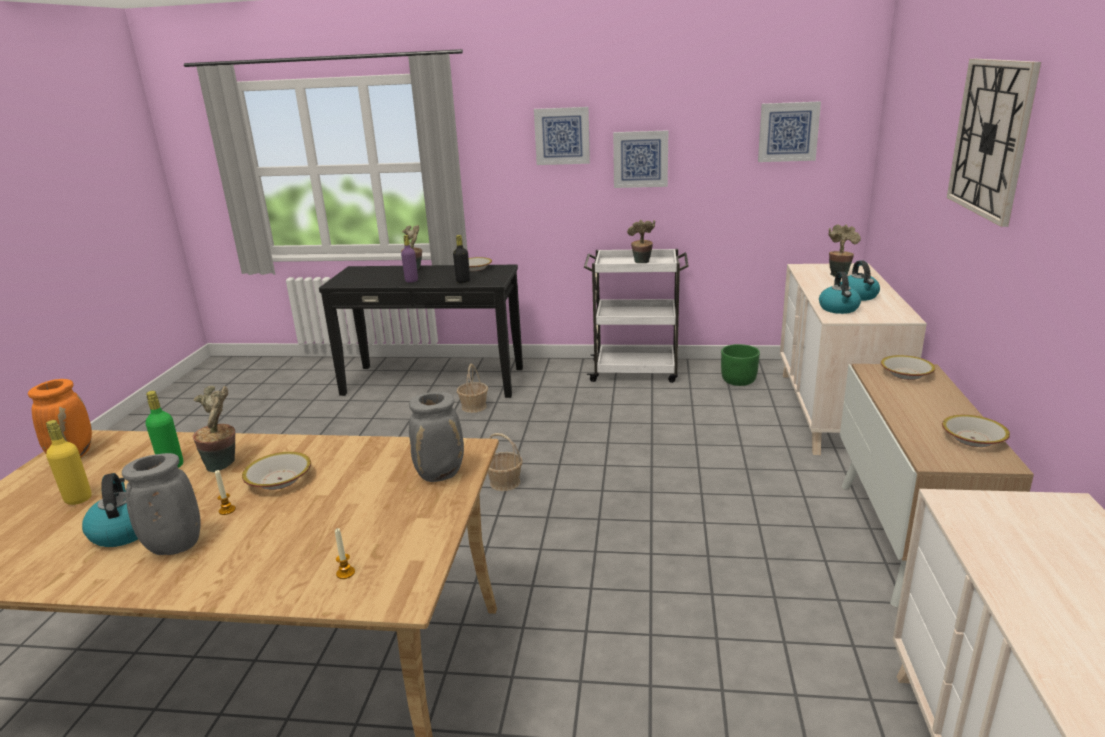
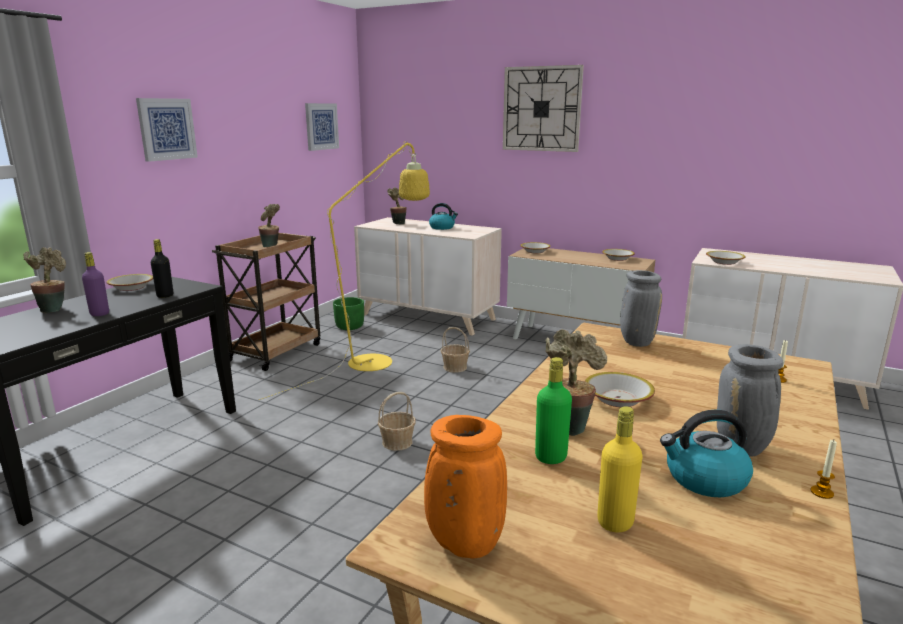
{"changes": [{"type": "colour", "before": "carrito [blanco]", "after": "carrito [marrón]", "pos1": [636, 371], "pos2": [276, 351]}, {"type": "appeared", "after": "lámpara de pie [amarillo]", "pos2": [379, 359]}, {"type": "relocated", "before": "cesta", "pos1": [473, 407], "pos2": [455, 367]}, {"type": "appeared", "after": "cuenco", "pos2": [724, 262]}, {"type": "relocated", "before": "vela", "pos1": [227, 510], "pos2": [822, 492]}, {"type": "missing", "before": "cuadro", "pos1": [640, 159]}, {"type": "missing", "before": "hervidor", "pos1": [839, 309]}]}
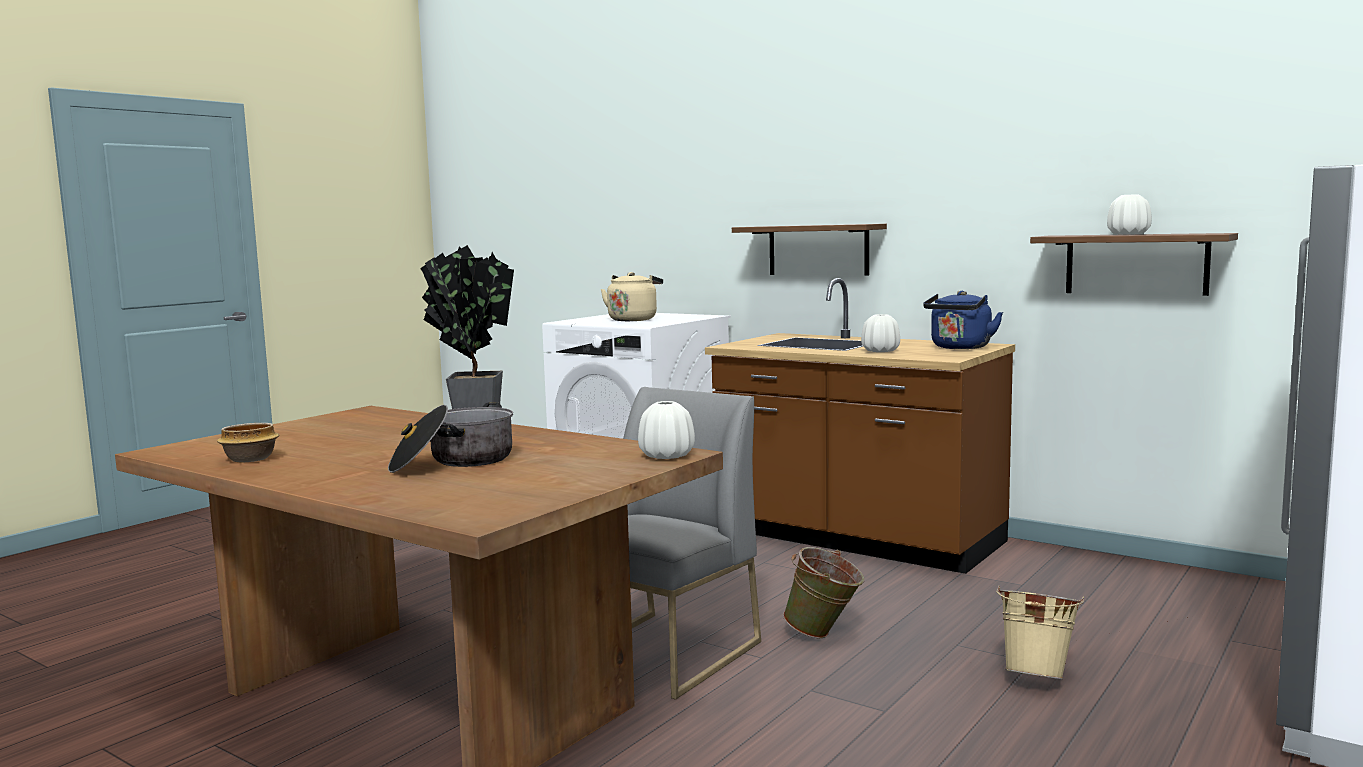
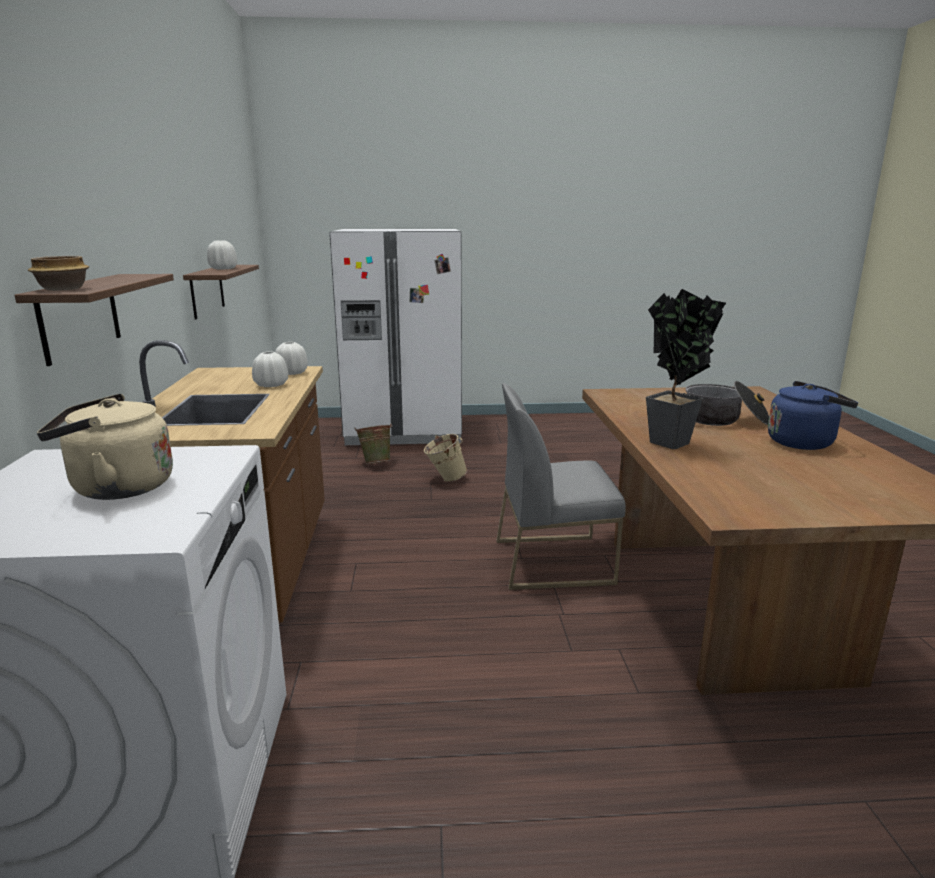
{"changes": [{"type": "relocated", "before": "cuenco", "pos1": [249, 459], "pos2": [64, 289]}, {"type": "relocated", "before": "florero [blanco]", "pos1": [666, 456], "pos2": [292, 373]}, {"type": "relocated", "before": "cubo [verde]", "pos1": [824, 634], "pos2": [376, 463]}, {"type": "relocated", "before": "hervidor [azul]", "pos1": [960, 348], "pos2": [803, 442]}]}
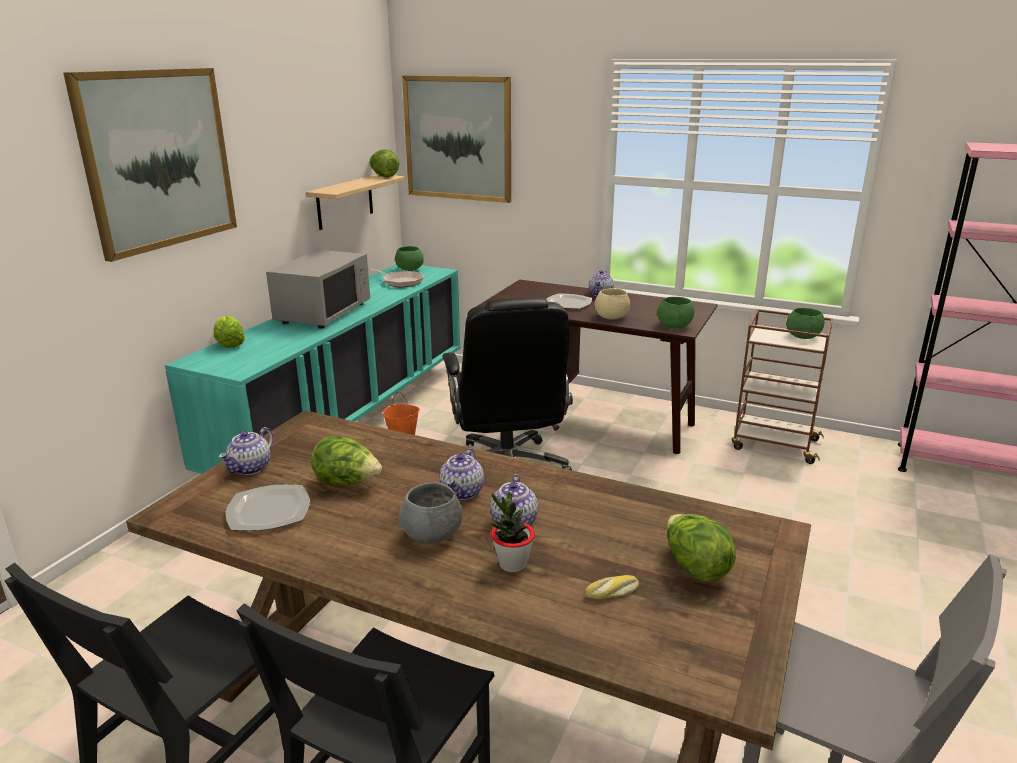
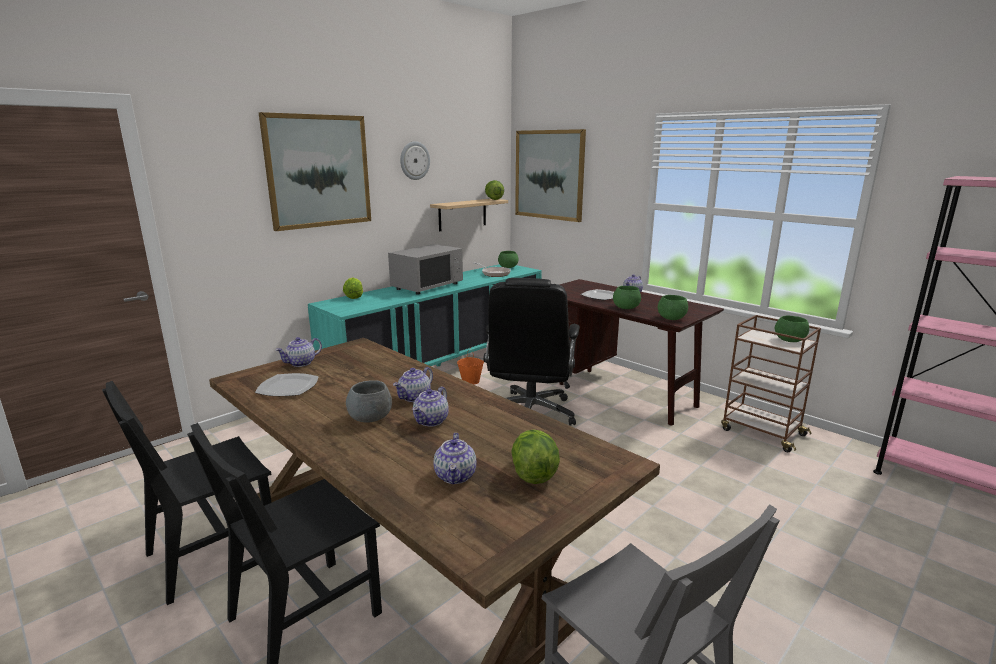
{"changes": [{"type": "appeared", "after": "reloj de pared", "pos2": [414, 160]}, {"type": "exchanged", "before": "pan", "after": "tetera", "pos1": [612, 593], "pos2": [456, 476]}, {"type": "colour", "before": "cuenco [beis]", "after": "cuenco [verde]", "pos1": [612, 317], "pos2": [626, 308]}, {"type": "missing", "before": "lechuga", "pos1": [347, 483]}, {"type": "missing", "before": "planta en maceta", "pos1": [512, 564]}]}
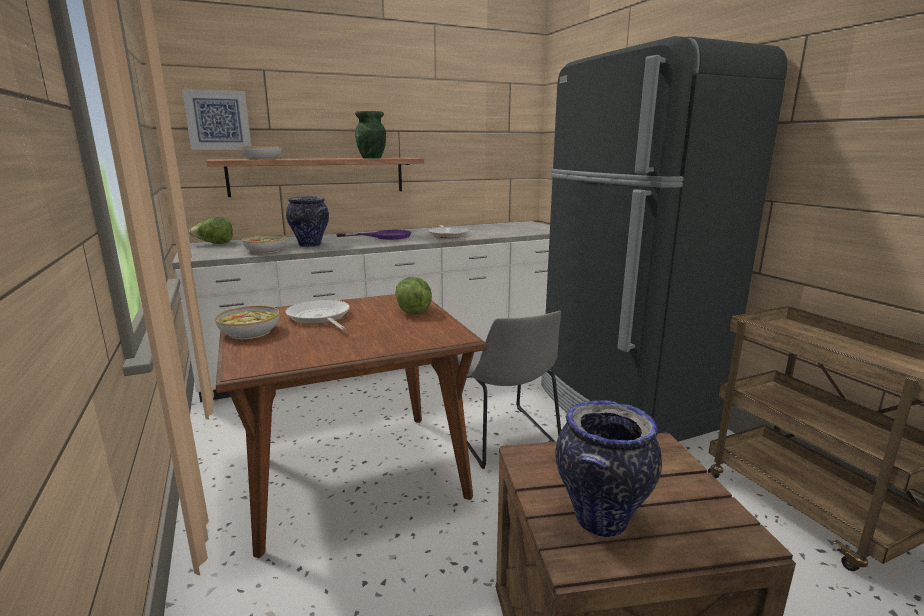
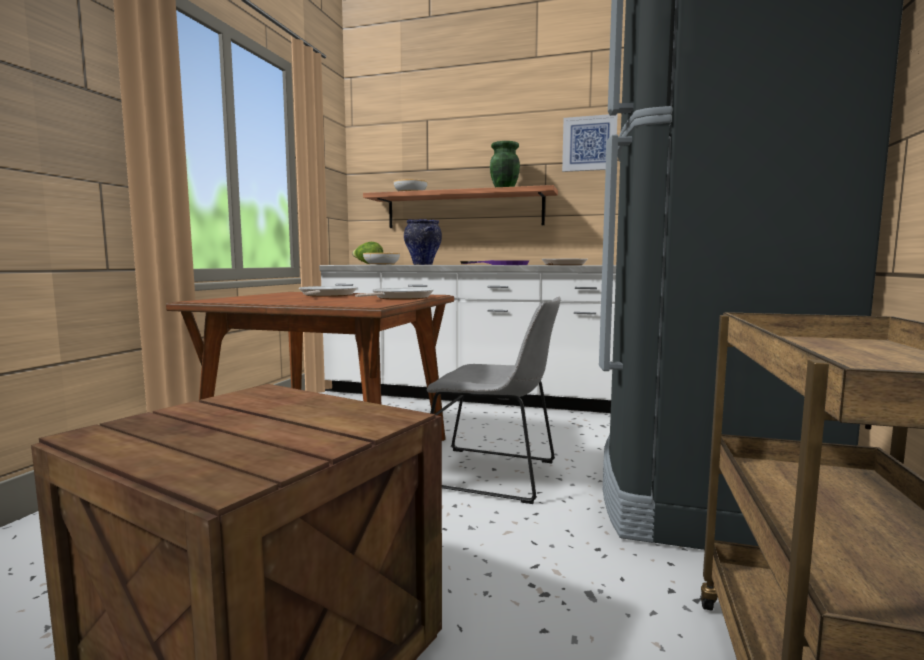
{"changes": [{"type": "exchanged", "before": "lechuga", "after": "sartén", "pos1": [413, 311], "pos2": [399, 298]}, {"type": "spun", "before": "silla [gris]", "pos1": [504, 438], "pos2": [495, 474], "turn": -90}, {"type": "relocated", "before": "cuadro", "pos1": [218, 120], "pos2": [589, 143]}, {"type": "missing", "before": "cuenco", "pos1": [250, 332]}, {"type": "missing", "before": "florero", "pos1": [601, 519]}]}
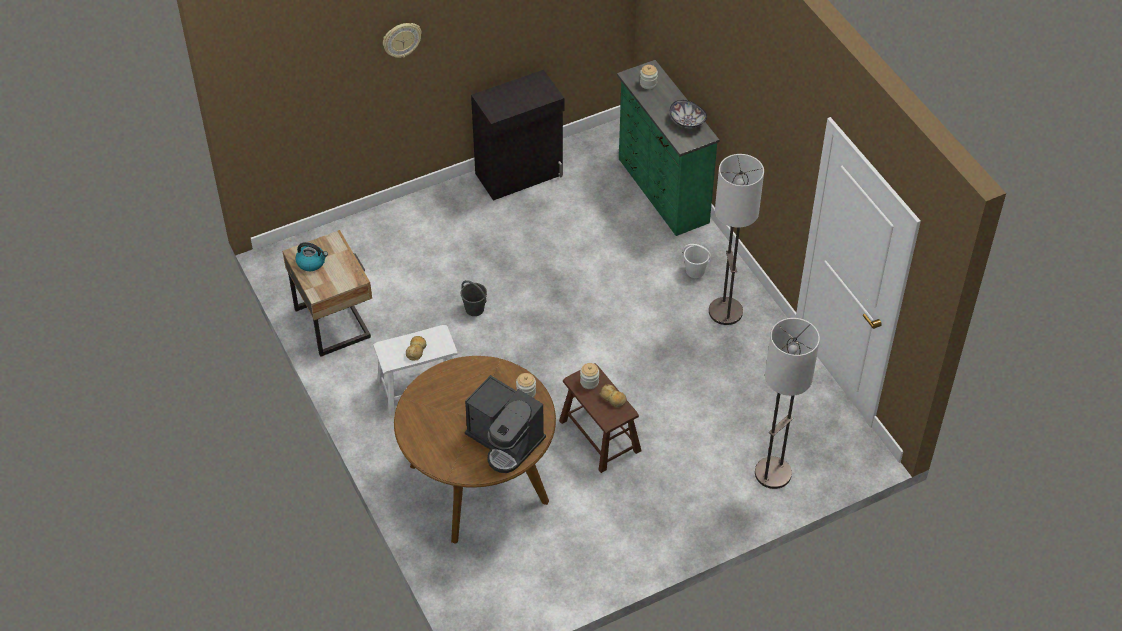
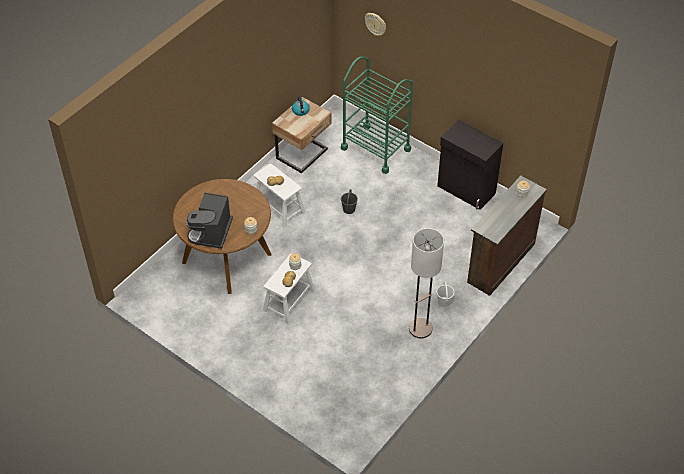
{"changes": [{"type": "colour", "before": "taburete [marrón]", "after": "taburete [blanco]", "pos1": [600, 435], "pos2": [289, 300]}, {"type": "appeared", "after": "carrito [verde]", "pos2": [376, 149]}, {"type": "relocated", "before": "reloj de pared", "pos1": [401, 39], "pos2": [375, 24]}, {"type": "colour", "before": "cómoda [verde]", "after": "cómoda [marrón]", "pos1": [662, 191], "pos2": [500, 262]}, {"type": "missing", "before": "cuenco", "pos1": [687, 122]}, {"type": "missing", "before": "lámpara de pie", "pos1": [773, 473]}]}
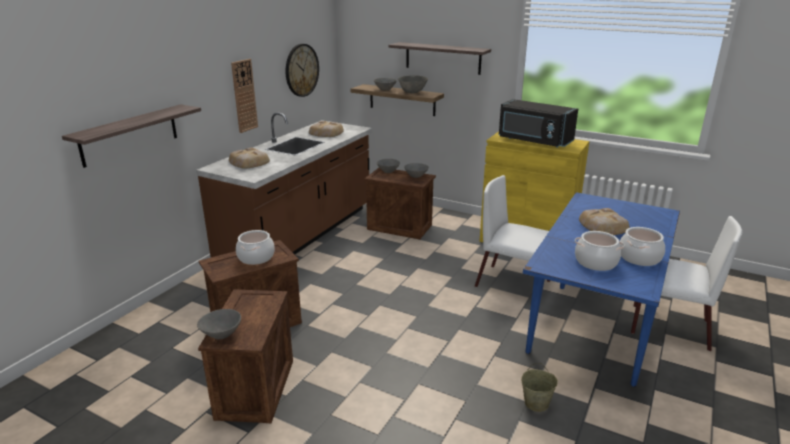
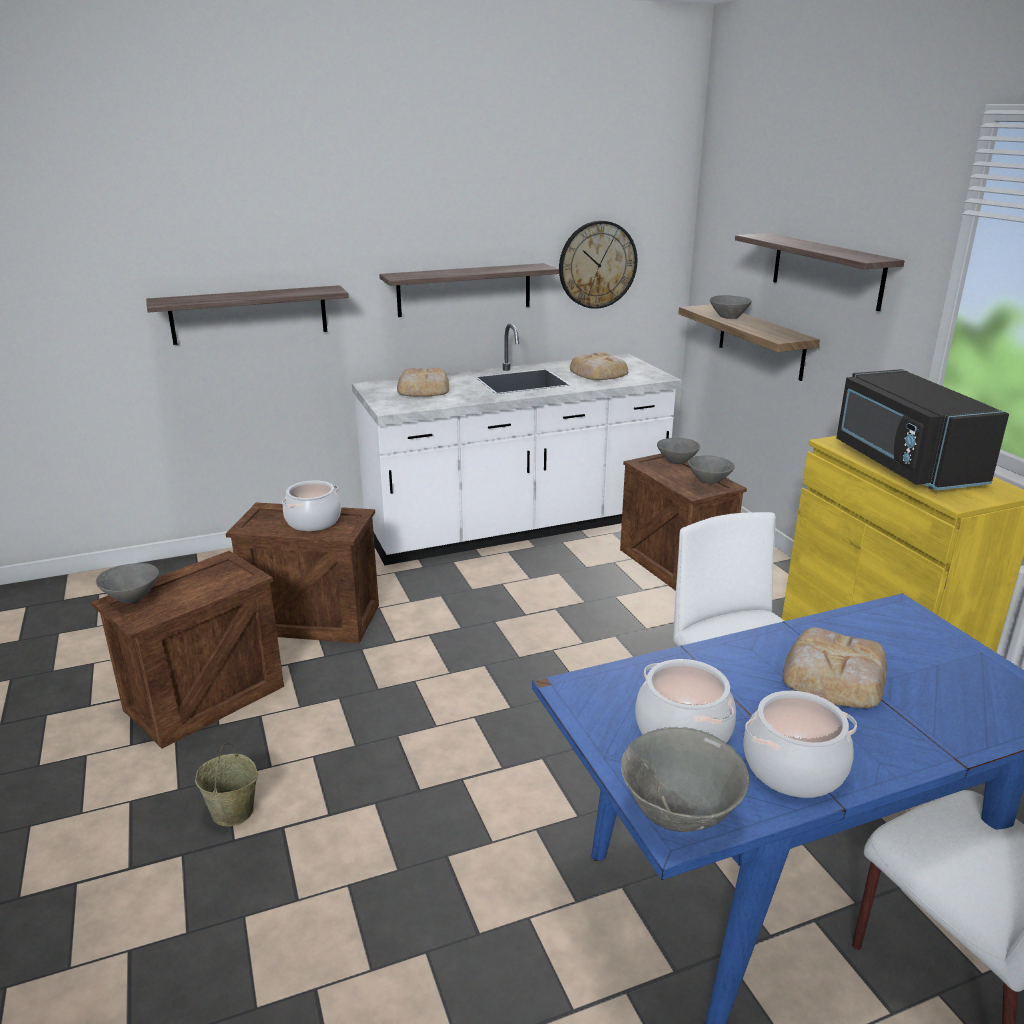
{"changes": [{"type": "relocated", "before": "cubo [beis]", "pos1": [537, 403], "pos2": [233, 812]}, {"type": "colour", "before": "mueble bajo de cocina [marrón]", "after": "mueble bajo de cocina [blanco]", "pos1": [300, 236], "pos2": [517, 527]}, {"type": "exchanged", "before": "reloj de pared", "after": "estante", "pos1": [244, 96], "pos2": [464, 290]}, {"type": "relocated", "before": "cuenco [gris]", "pos1": [412, 92], "pos2": [680, 814]}]}
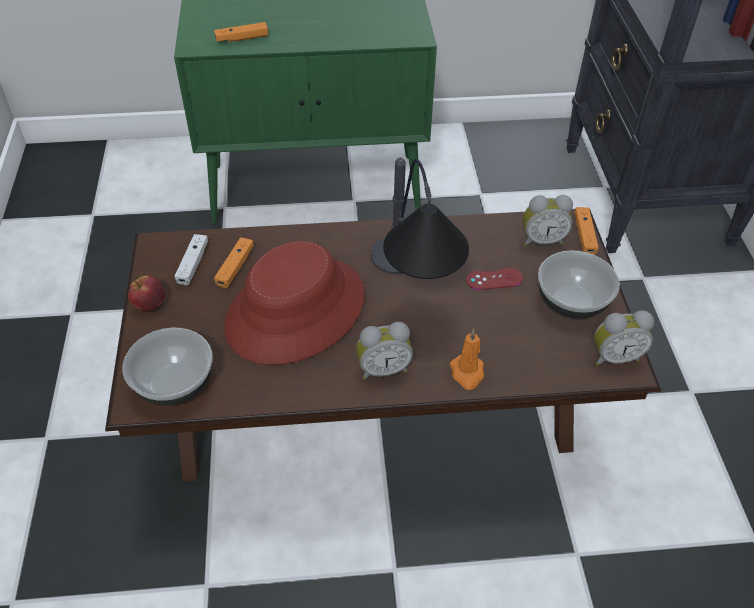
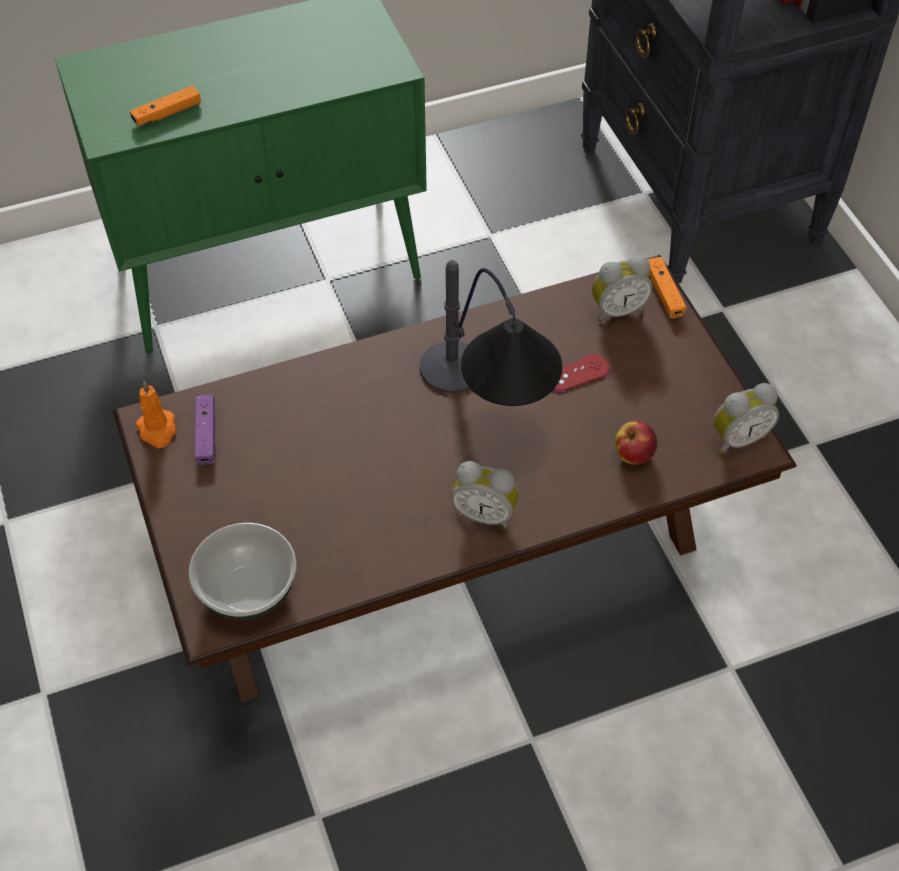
{"changes": [{"type": "relocated", "before": "vela [naranja]", "pos1": [467, 373], "pos2": [158, 430]}, {"type": "colour", "before": "mando de consola [blanco]", "after": "mando de consola [morado]", "pos1": [193, 264], "pos2": [206, 435]}, {"type": "spun", "before": "despertador", "pos1": [383, 369], "pos2": [485, 514], "turn": 45}, {"type": "relocated", "before": "manzana", "pos1": [150, 304], "pos2": [633, 455]}, {"type": "missing", "before": "mando de consola [naranja]", "pos1": [235, 267]}, {"type": "missing", "before": "sombrero [rojo]", "pos1": [296, 311]}, {"type": "missing", "before": "cuenco", "pos1": [572, 301]}]}
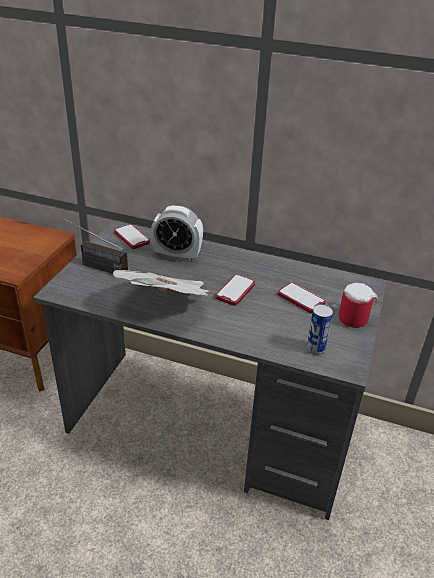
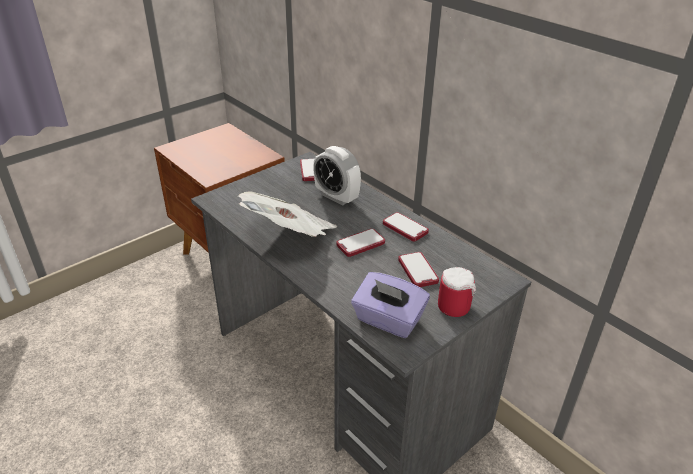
{"changes": [{"type": "exchanged", "before": "lata", "after": "caja de pañuelos [morado]", "pos1": [315, 348], "pos2": [388, 320]}, {"type": "appeared", "after": "móvil", "pos2": [405, 228]}, {"type": "missing", "before": "radio", "pos1": [94, 265]}]}
